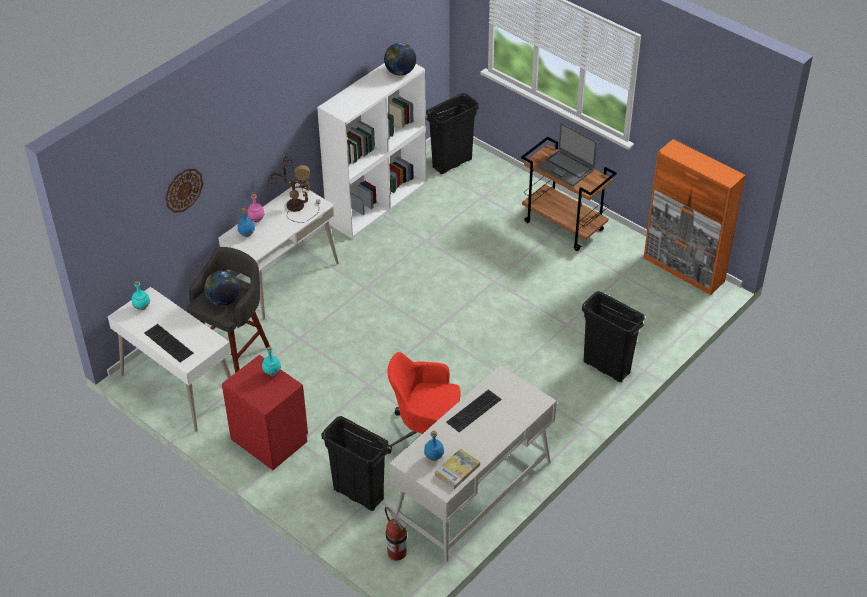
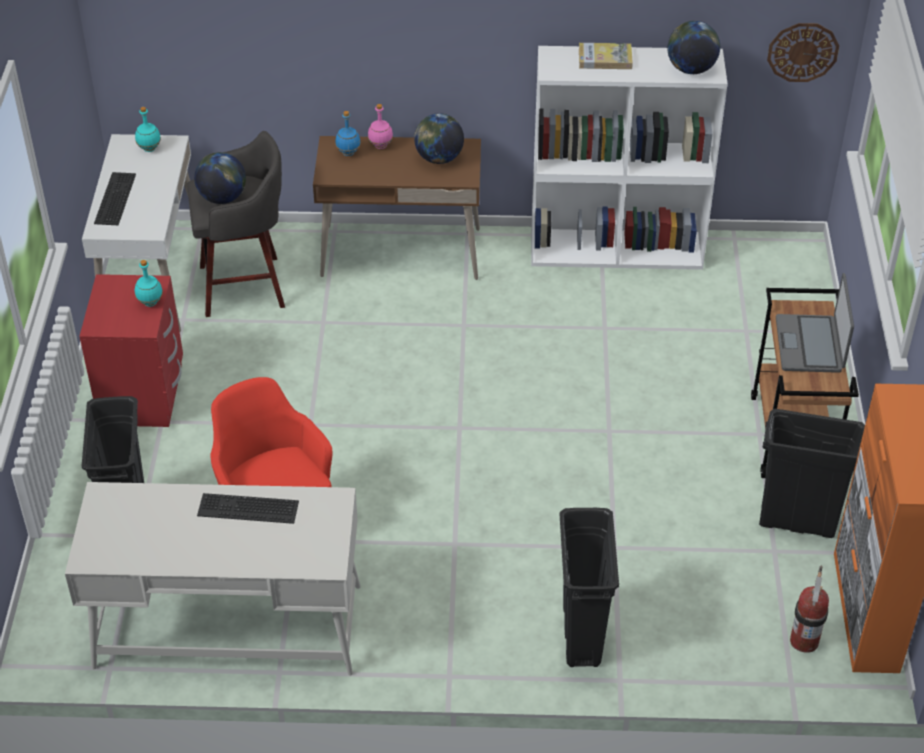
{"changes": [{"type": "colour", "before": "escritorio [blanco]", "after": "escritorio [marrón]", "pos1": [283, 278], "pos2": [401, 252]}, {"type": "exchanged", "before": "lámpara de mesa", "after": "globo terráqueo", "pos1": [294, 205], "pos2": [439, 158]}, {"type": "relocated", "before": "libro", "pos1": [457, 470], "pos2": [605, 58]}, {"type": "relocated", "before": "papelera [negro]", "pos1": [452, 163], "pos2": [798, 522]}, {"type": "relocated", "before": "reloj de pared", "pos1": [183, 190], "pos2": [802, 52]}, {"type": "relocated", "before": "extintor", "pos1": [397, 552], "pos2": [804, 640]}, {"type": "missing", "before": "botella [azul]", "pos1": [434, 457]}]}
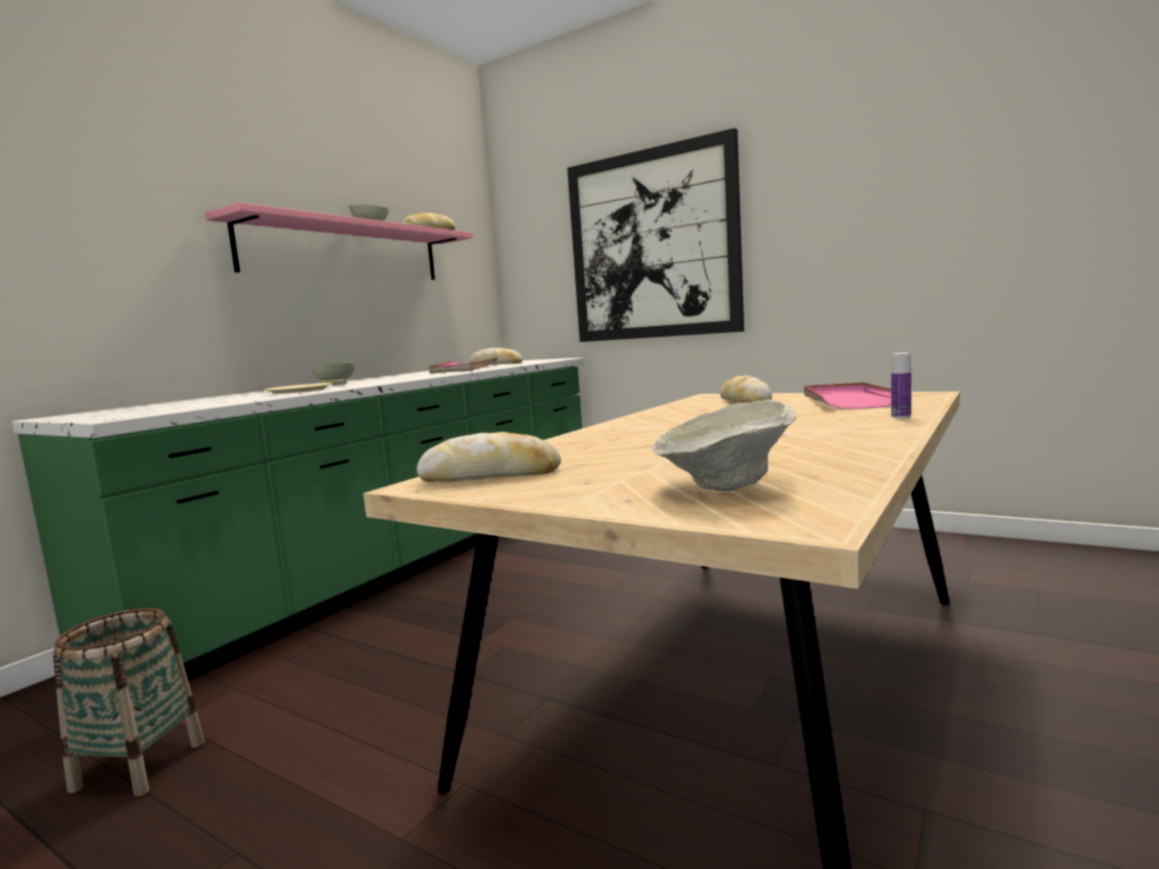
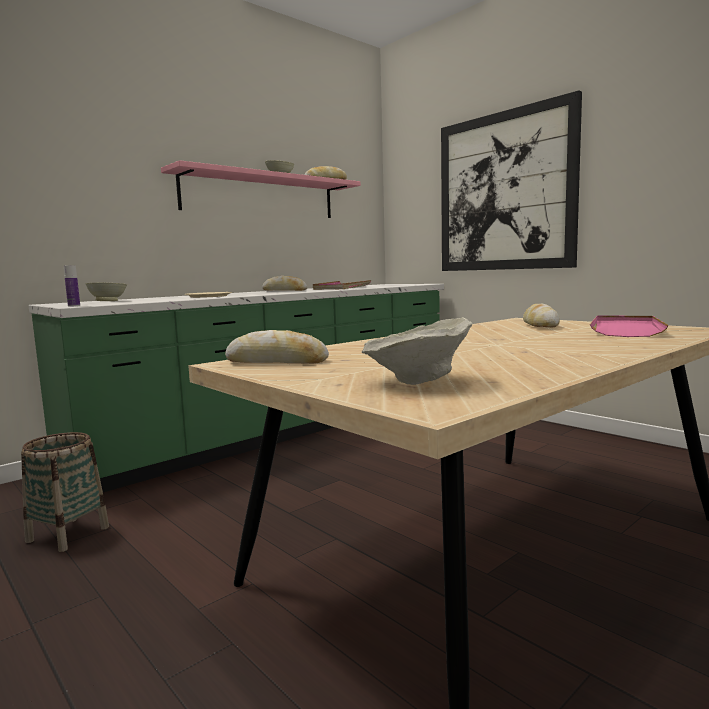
{"changes": [{"type": "relocated", "before": "botella", "pos1": [901, 417], "pos2": [74, 306]}, {"type": "relocated", "before": "cuenco [beis]", "pos1": [336, 384], "pos2": [108, 301]}, {"type": "relocated", "before": "pan", "pos1": [496, 364], "pos2": [284, 290]}]}
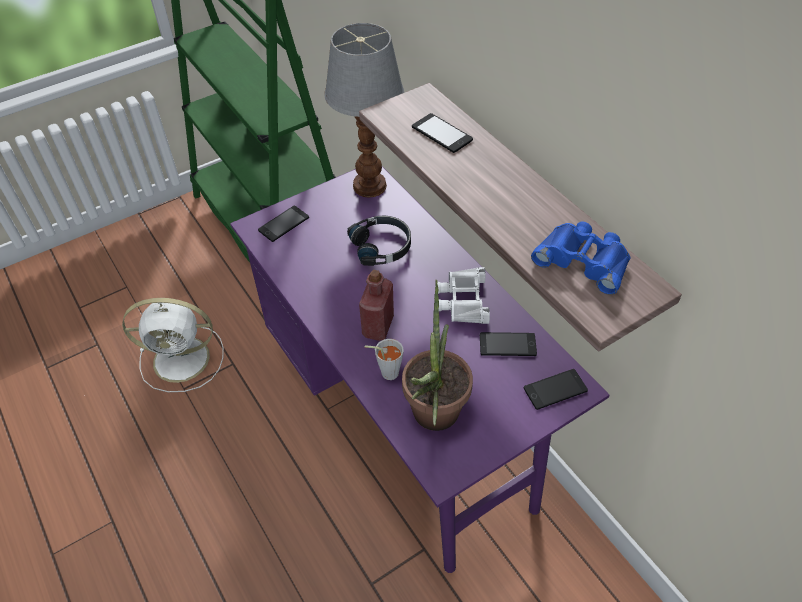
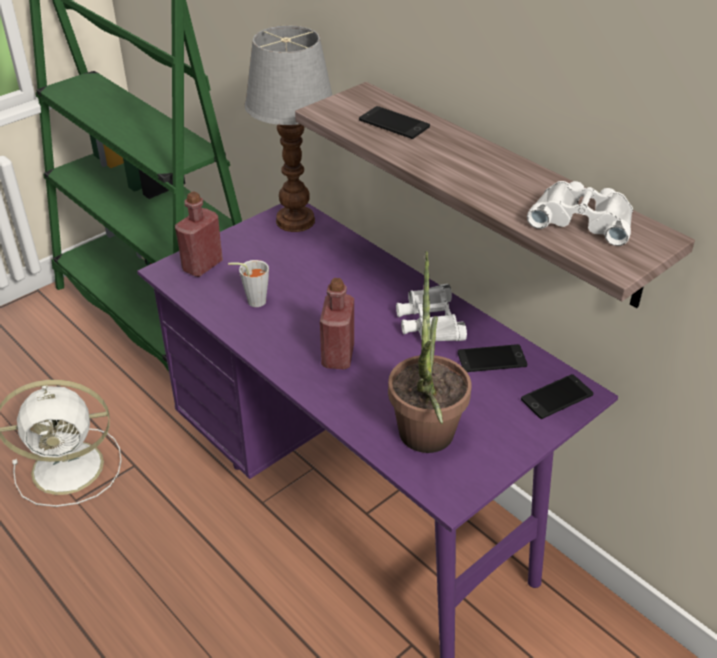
{"changes": [{"type": "exchanged", "before": "móvil", "after": "botella [rojo]", "pos1": [283, 224], "pos2": [202, 266]}, {"type": "relocated", "before": "taza [gris]", "pos1": [385, 372], "pos2": [252, 301]}, {"type": "colour", "before": "prismáticos [azul]", "after": "prismáticos [blanco]", "pos1": [583, 260], "pos2": [582, 219]}, {"type": "missing", "before": "auriculares [negro]", "pos1": [382, 246]}]}
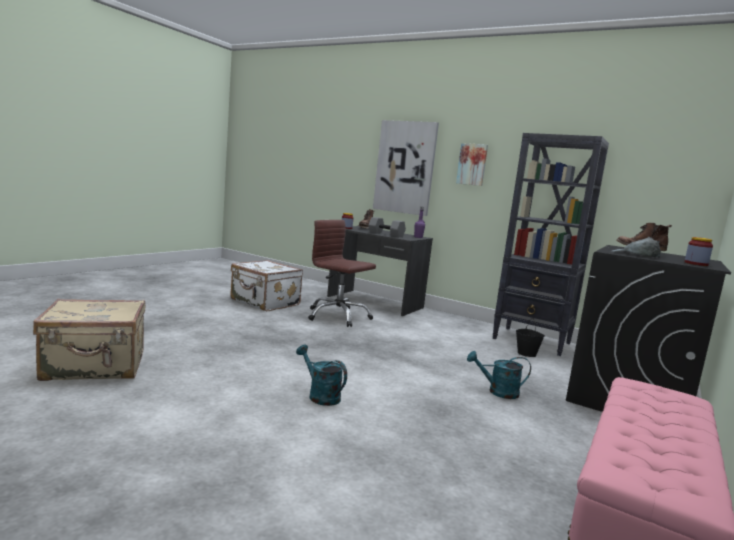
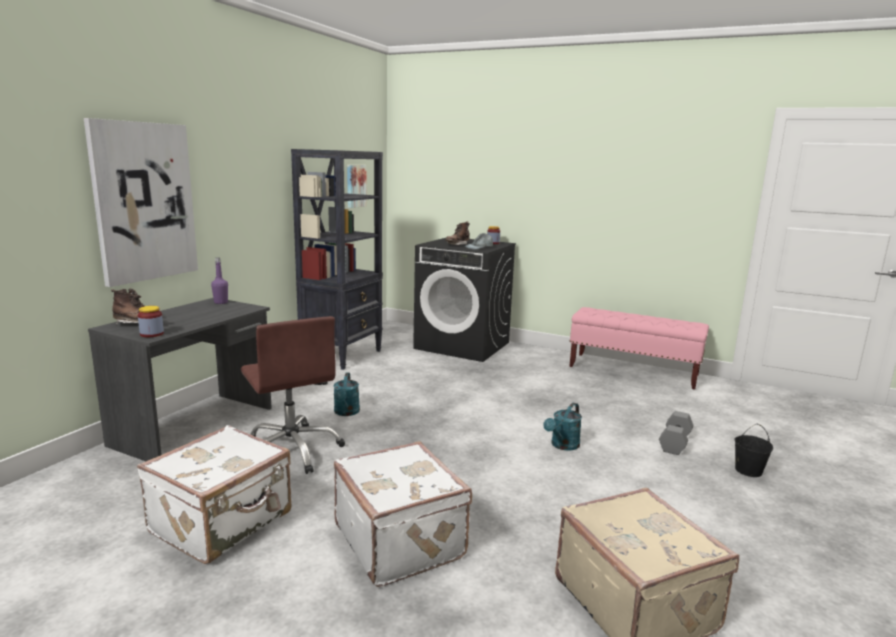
{"changes": [{"type": "spun", "before": "silla de oficina [marrón]", "pos1": [337, 316], "pos2": [292, 450], "turn": -60}, {"type": "relocated", "before": "regadera [turquesa]", "pos1": [497, 392], "pos2": [346, 412]}, {"type": "appeared", "after": "maleta [blanco]", "pos2": [401, 540]}, {"type": "relocated", "before": "cuadro", "pos1": [472, 164], "pos2": [355, 186]}, {"type": "relocated", "before": "mancuerna [gris]", "pos1": [385, 234], "pos2": [675, 443]}, {"type": "relocated", "before": "cubo [negro]", "pos1": [527, 354], "pos2": [748, 470]}]}
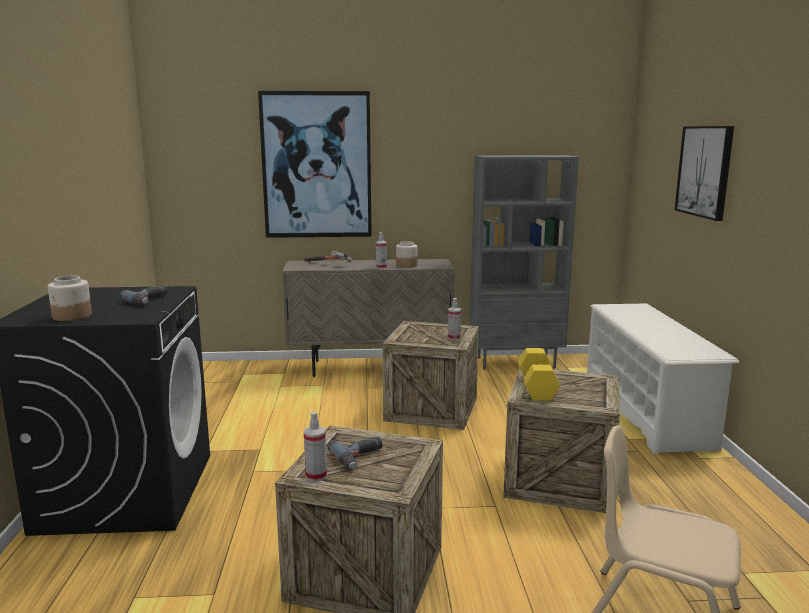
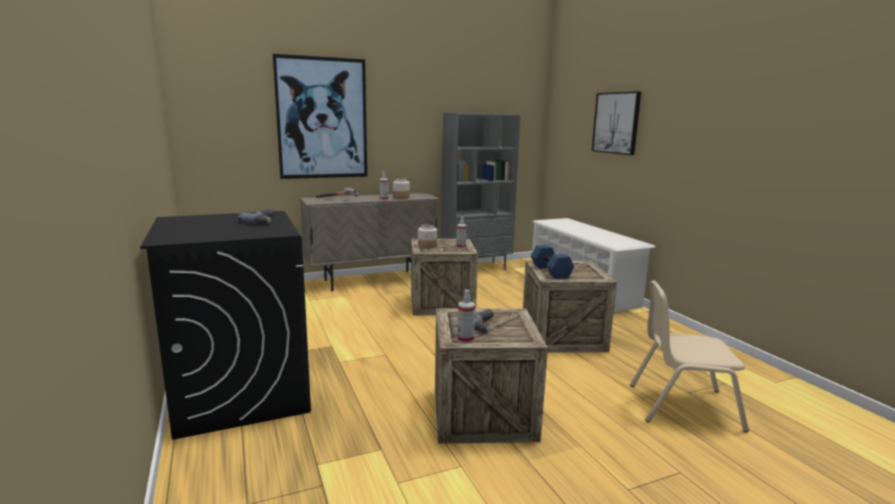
{"changes": [{"type": "relocated", "before": "tarro", "pos1": [72, 316], "pos2": [427, 246]}, {"type": "colour", "before": "mancuerna [amarillo]", "after": "mancuerna [azul]", "pos1": [536, 387], "pos2": [549, 271]}]}
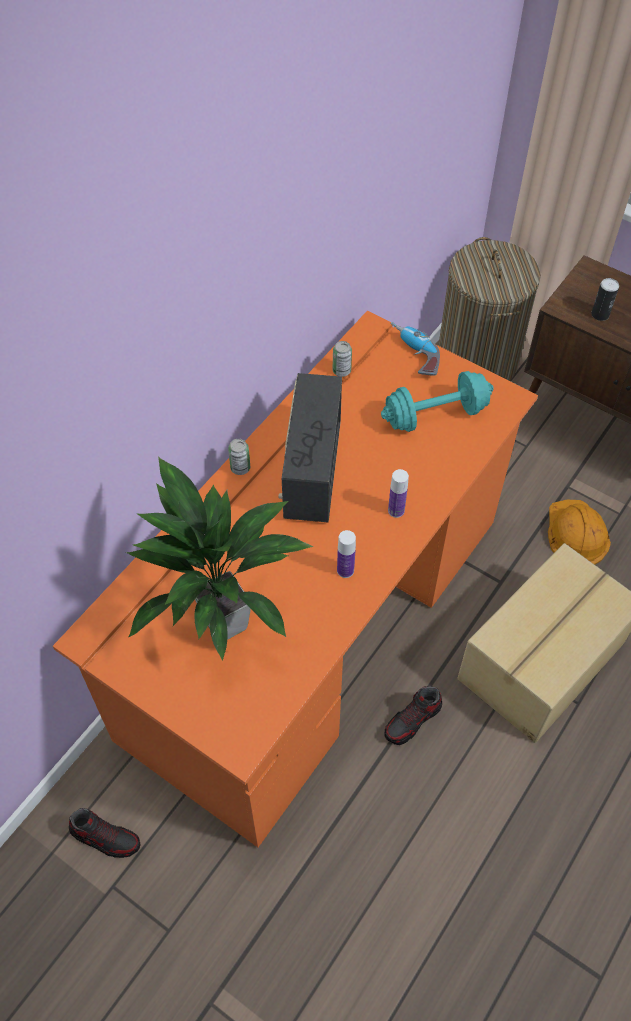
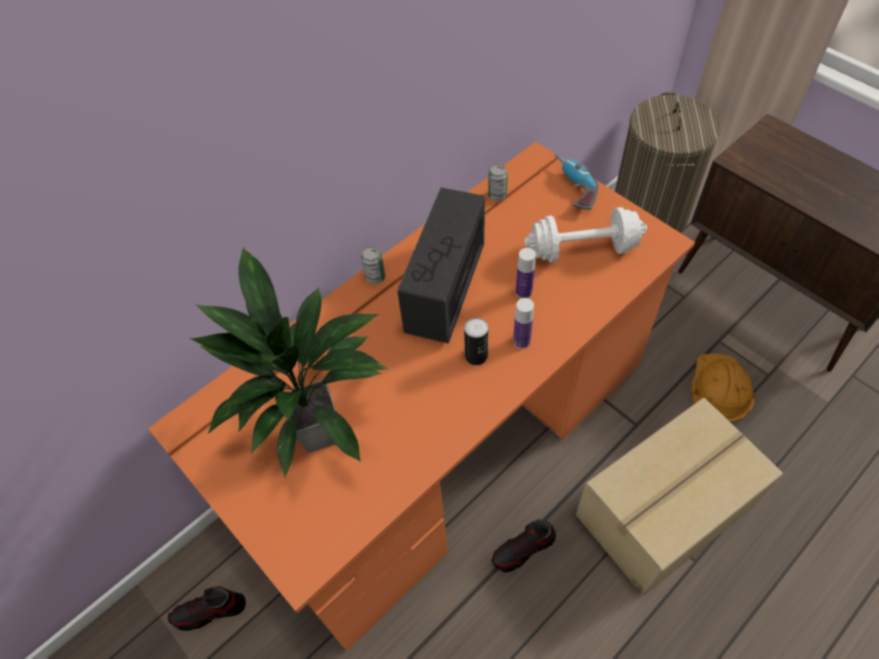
{"changes": [{"type": "spun", "before": "zapato", "pos1": [106, 837], "pos2": [210, 611], "turn": 135}, {"type": "relocated", "before": "lata", "pos1": [600, 314], "pos2": [476, 356]}, {"type": "relocated", "before": "botella", "pos1": [345, 570], "pos2": [524, 292]}, {"type": "colour", "before": "mancuerna [turquesa]", "after": "mancuerna [blanco]", "pos1": [435, 415], "pos2": [582, 249]}]}
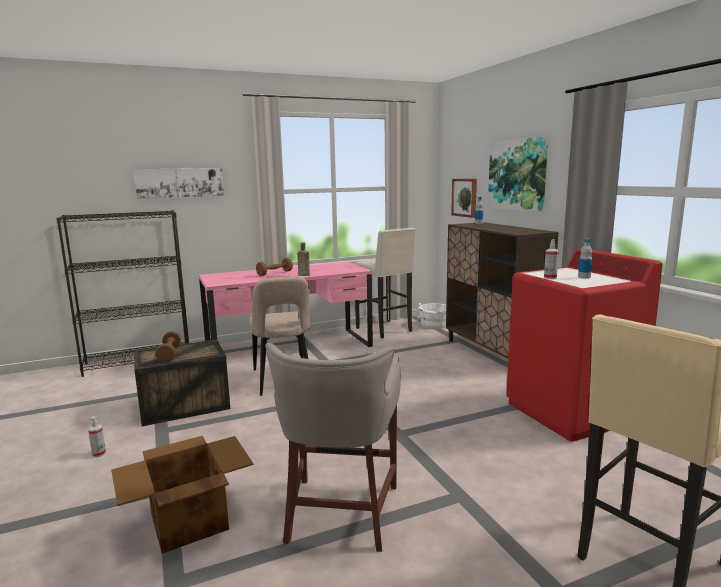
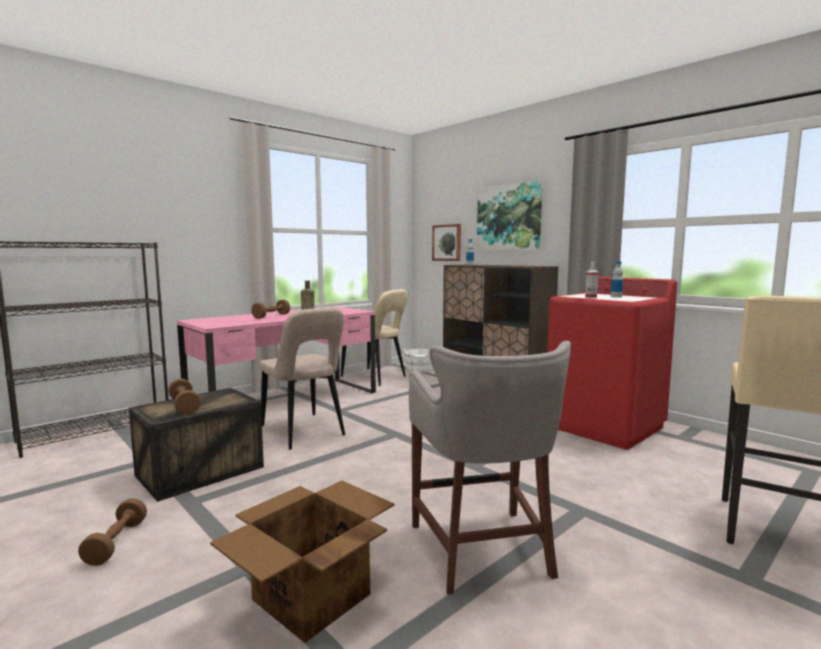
{"changes": [{"type": "exchanged", "before": "pulverizador", "after": "mancuerna [marrón]", "pos1": [99, 454], "pos2": [116, 543]}, {"type": "exchanged", "before": "taburete [beis]", "after": "silla [beis]", "pos1": [385, 330], "pos2": [376, 377]}, {"type": "missing", "before": "cuadro", "pos1": [180, 182]}]}
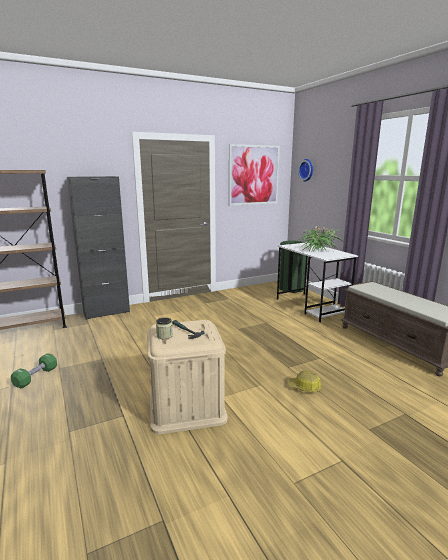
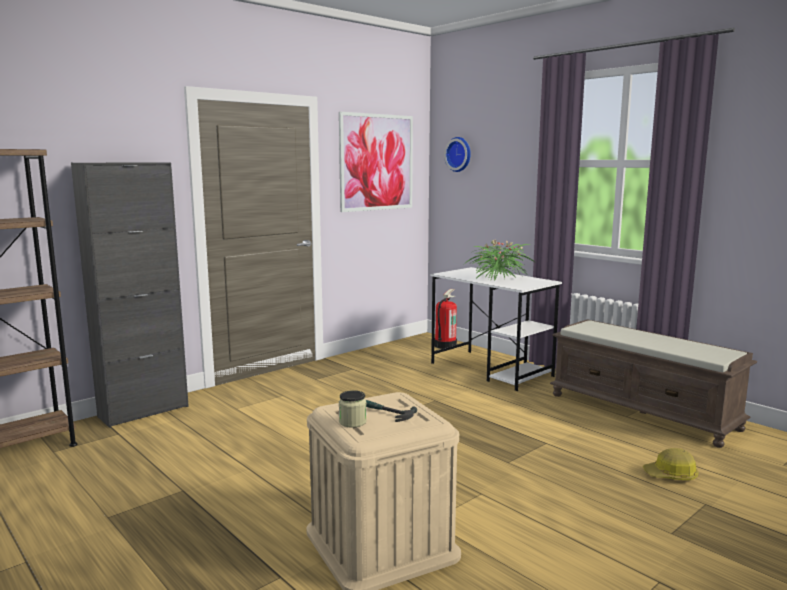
{"changes": [{"type": "exchanged", "before": "papelera [verde]", "after": "extintor", "pos1": [291, 289], "pos2": [445, 345]}, {"type": "relocated", "before": "casco", "pos1": [305, 387], "pos2": [671, 475]}, {"type": "missing", "before": "mancuerna [verde]", "pos1": [36, 377]}]}
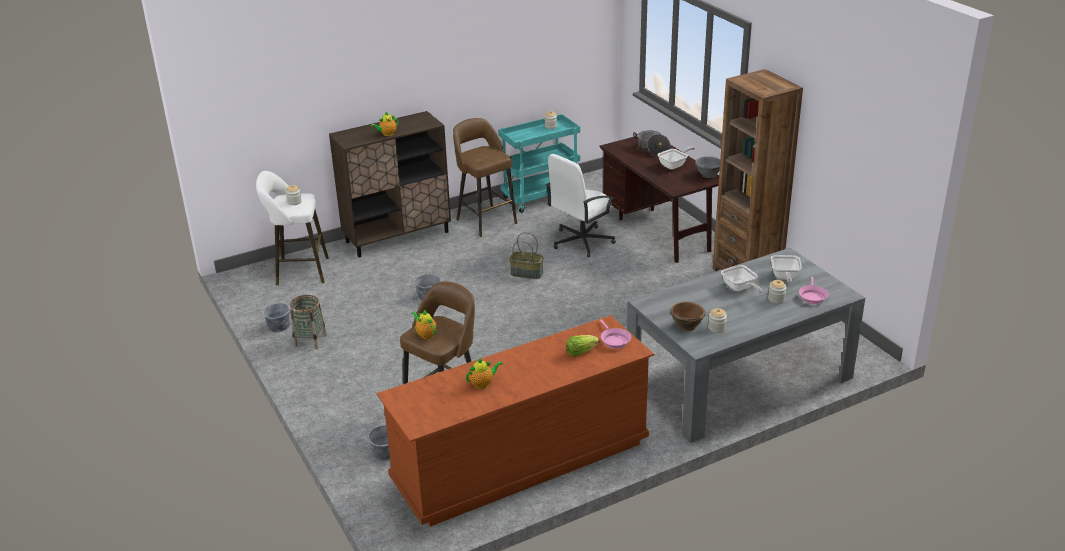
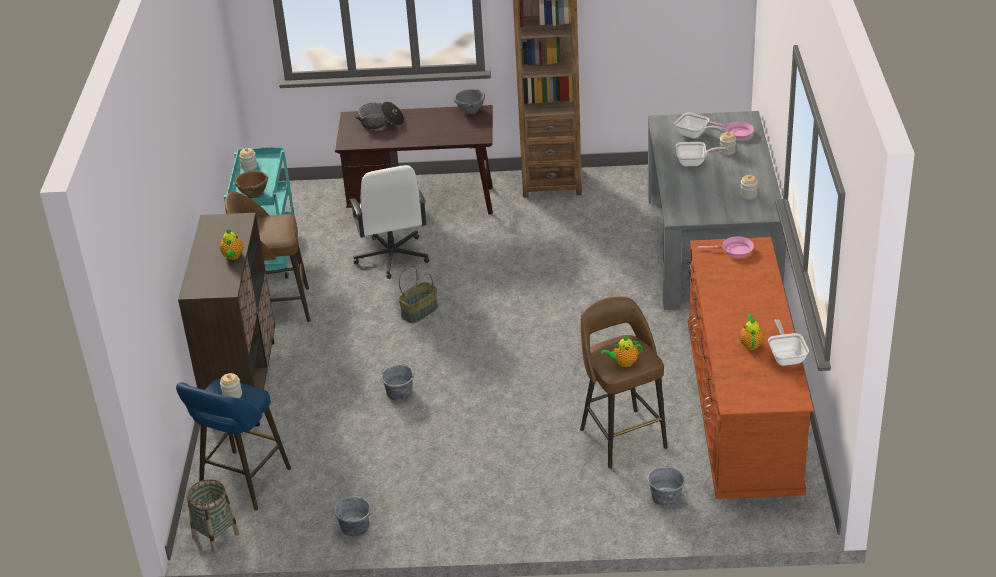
{"changes": [{"type": "colour", "before": "taburete [blanco]", "after": "taburete [azul]", "pos1": [298, 271], "pos2": [242, 484]}, {"type": "relocated", "before": "cesta", "pos1": [310, 340], "pos2": [215, 535]}, {"type": "relocated", "before": "cuenco [marrón]", "pos1": [686, 326], "pos2": [253, 194]}, {"type": "relocated", "before": "sartén", "pos1": [674, 165], "pos2": [786, 356]}, {"type": "missing", "before": "lechuga", "pos1": [580, 352]}]}
